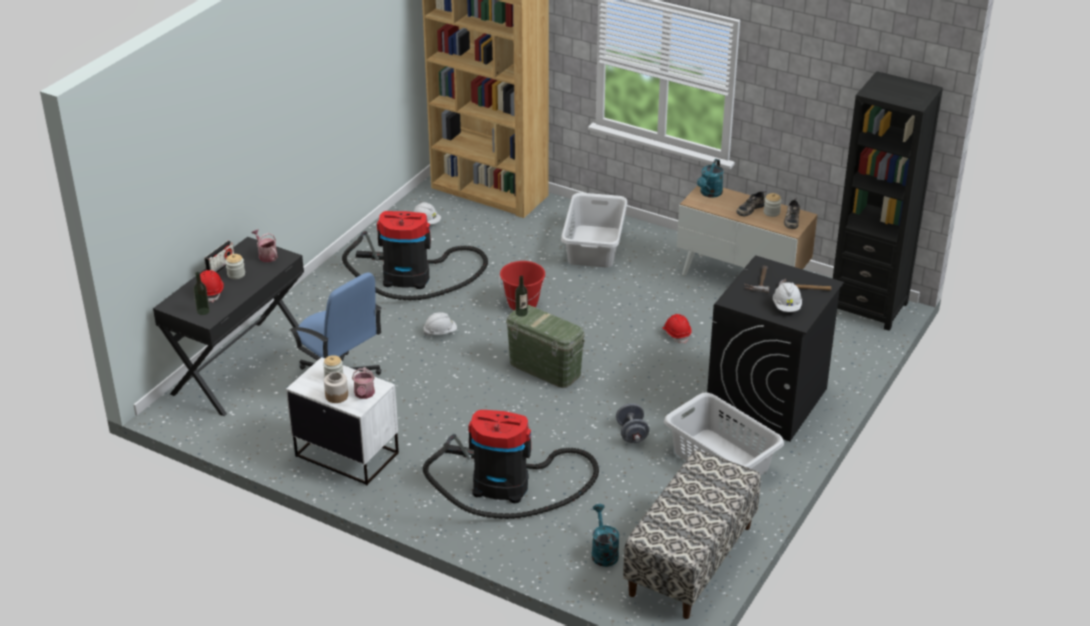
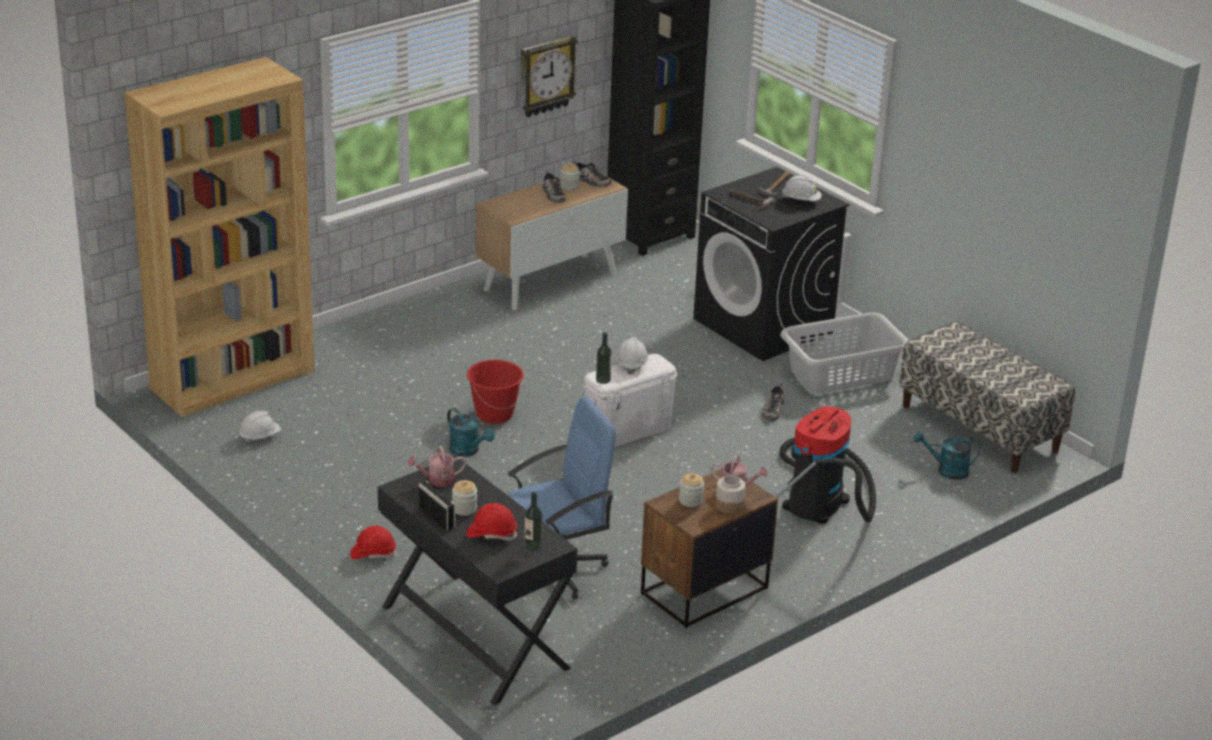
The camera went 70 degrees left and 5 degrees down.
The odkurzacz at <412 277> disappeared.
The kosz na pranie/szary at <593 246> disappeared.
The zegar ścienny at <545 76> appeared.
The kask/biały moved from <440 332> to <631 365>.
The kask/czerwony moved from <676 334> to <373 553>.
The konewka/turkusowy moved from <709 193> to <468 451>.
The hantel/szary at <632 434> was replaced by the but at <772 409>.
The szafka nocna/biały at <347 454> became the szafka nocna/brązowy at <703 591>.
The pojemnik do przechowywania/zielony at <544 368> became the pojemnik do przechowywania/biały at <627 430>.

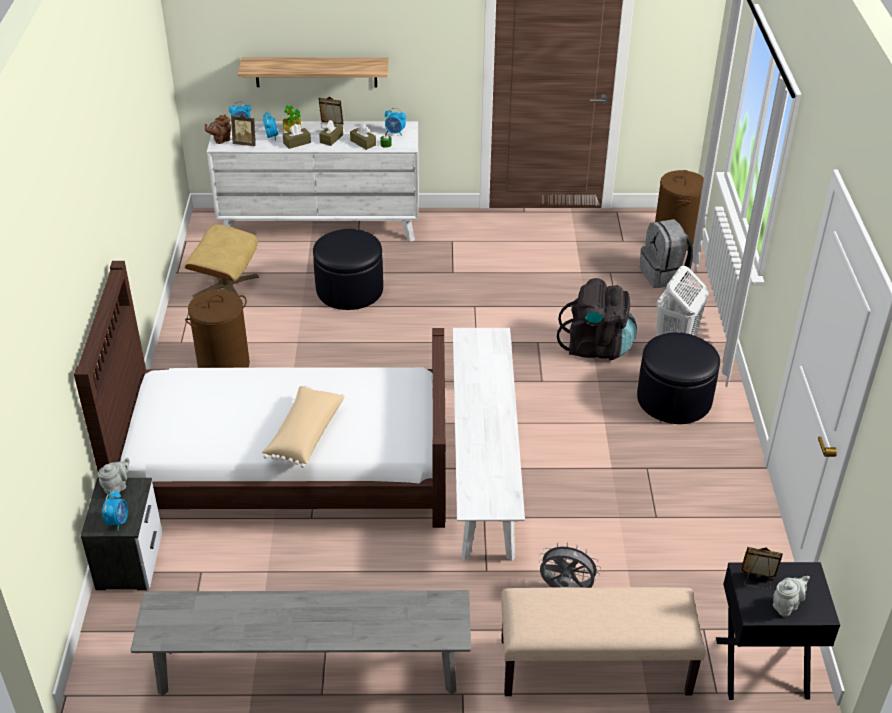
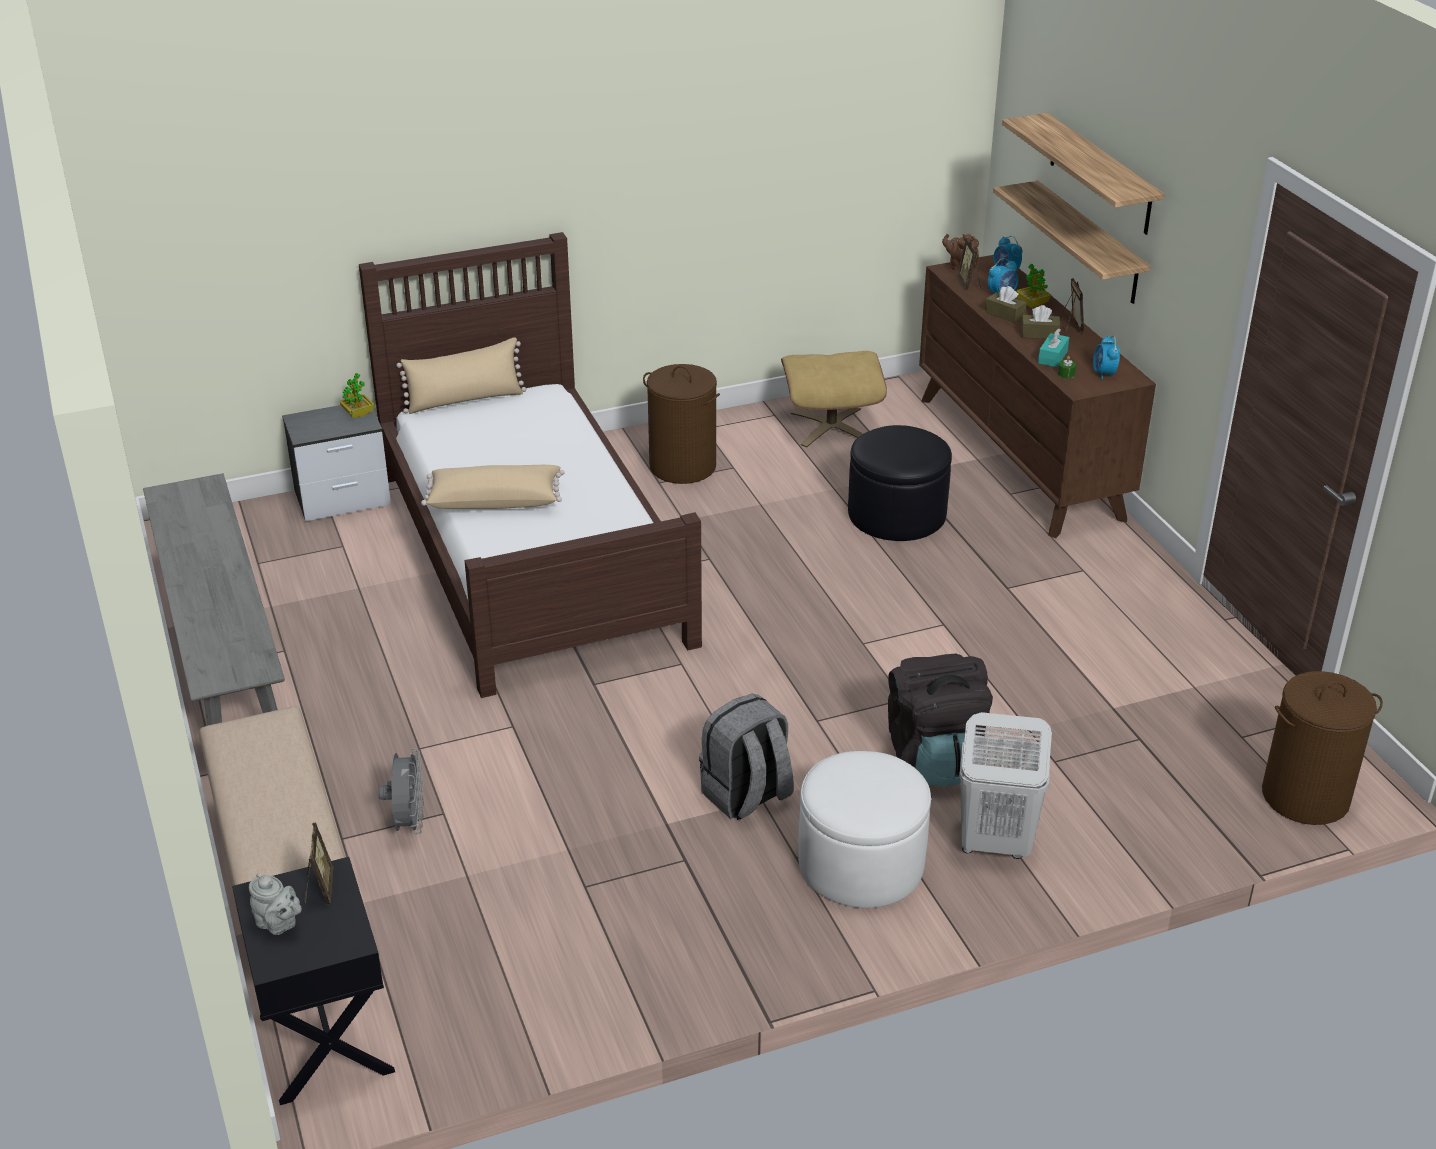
The camera went 70 degrees right and 5 degrees down.
The budzik at <117 521> disappeared.
The ławka/biały at <483 465> disappeared.
The poduszka/beżowy at <465 400> appeared.
The półka at <1100 174> appeared.
The plecak/szary moved from <664 275> to <746 796>.
The imbryk/szary at <117 487> was replaced by the roślina doniczkowa at <358 414>.
The komoda/biały at <321 225> became the komoda/brązowy at <1020 457>.
The pudełko chusteczek/brązowy at <363 143> became the pudełko chusteczek/turkusowy at <1052 357>.
The pufa/czarny at <674 399> became the pufa/biały at <860 864>.

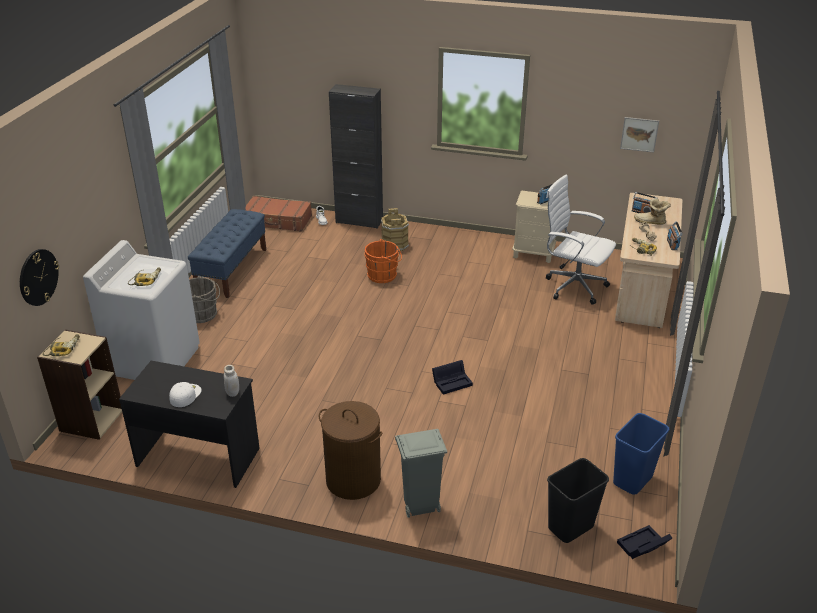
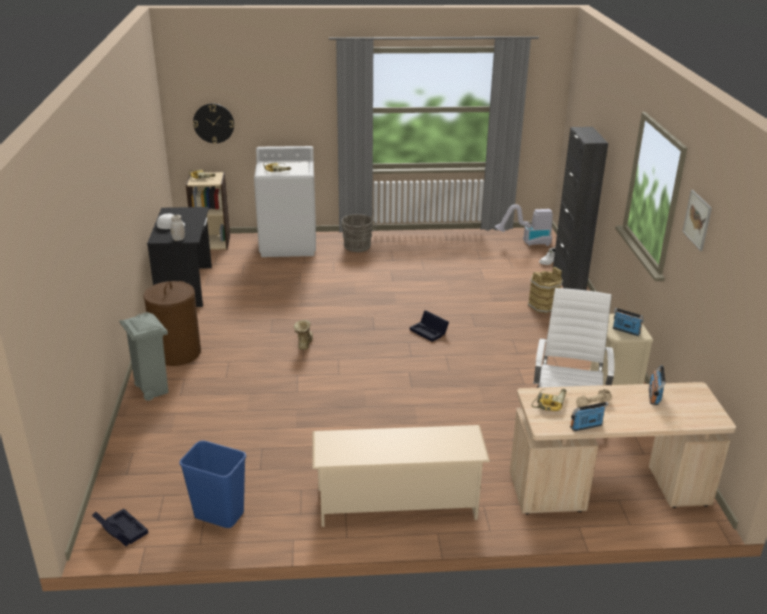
The camera went 70 degrees right and 5 degrees down.
The ławka/niebieski at <232 270> disappeared.
The wiadro/pomarańczowy at <384 275> disappeared.
The kosz na śmieci/czarny at <571 528> disappeared.
The regał na buty/beżowy at <397 504> appeared.
The pojemnik do przechowywania/czarny moved from <452 382> to <430 332>.
The obraz moved from <639 134> to <697 220>.
The but z cholewką moved from <650 222> to <304 343>.
The walizka/brązowy at <277 221> was replaced by the odkurzacz at <527 243>.

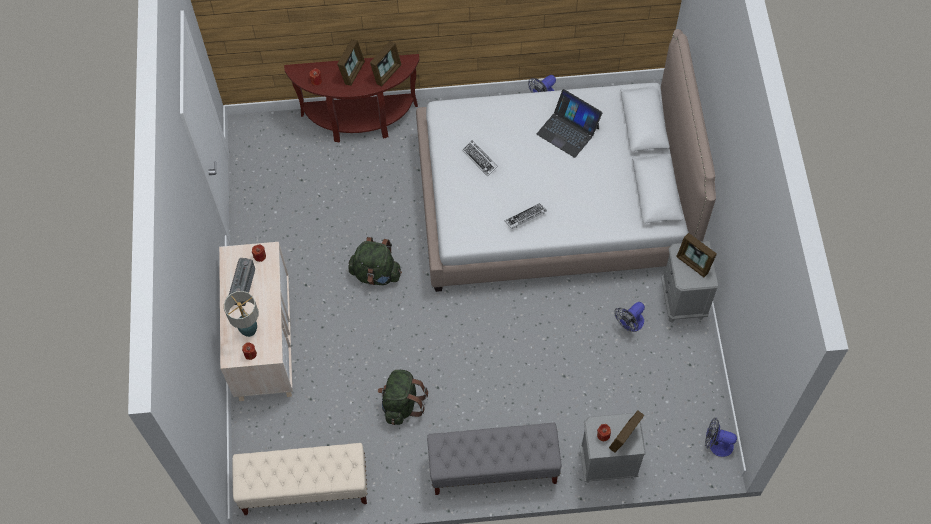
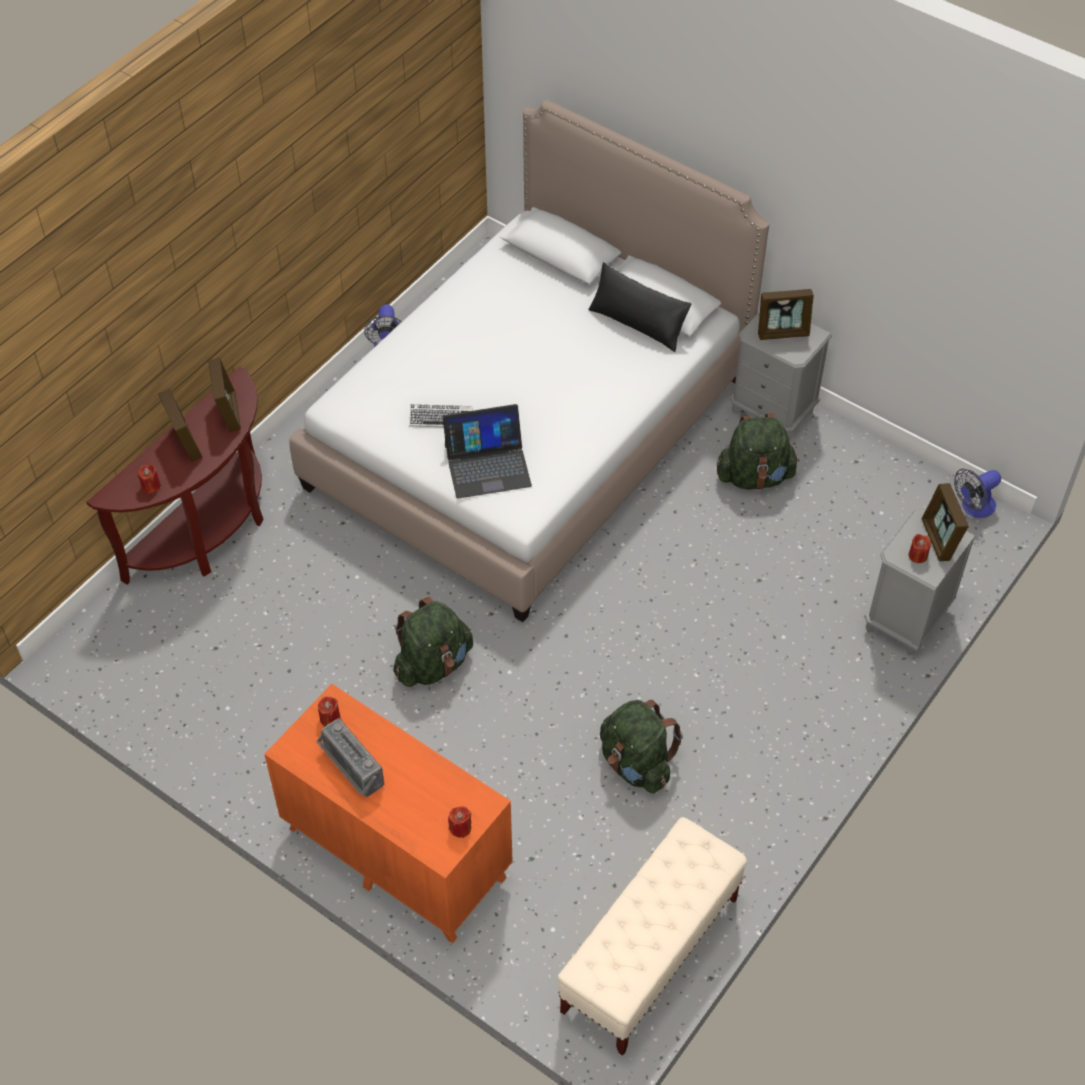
The camera went 50 degrees left and 10 degrees down.
The lampa stołowa at <249 330> disappeared.
The ławka/szary at <493 468> disappeared.
The klawiatura at <525 217> disappeared.
The poduszka/czarny at <638 323> appeared.
The laptop moved from <568 130> to <487 465>.
The wentylator at <629 324> was replaced by the plecak/zielony at <755 476>.
The komoda/beżowy at <264 341> became the komoda/pomarańczowy at <396 852>.

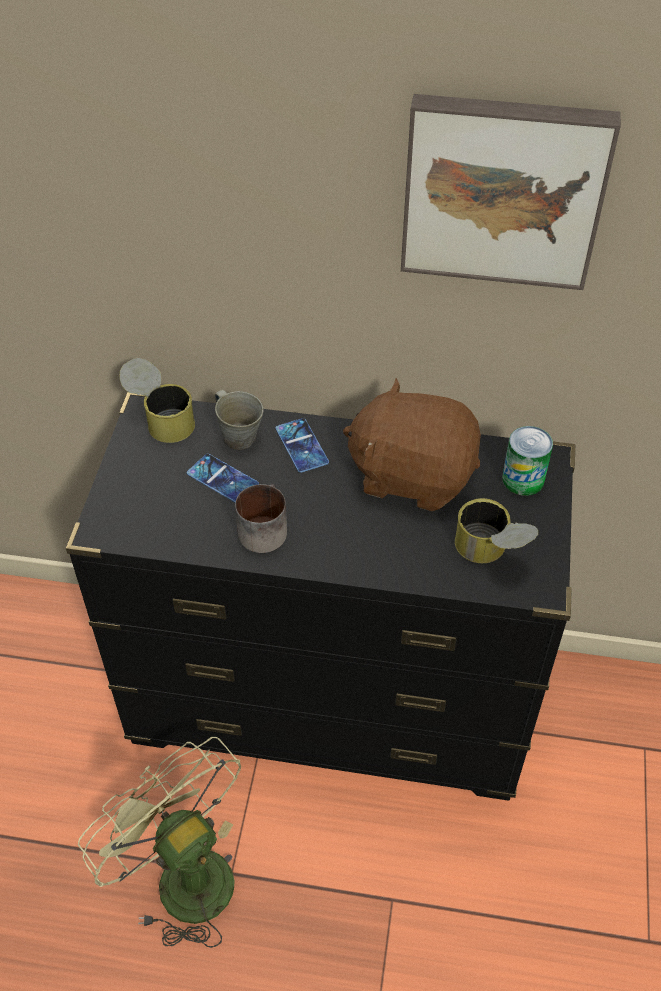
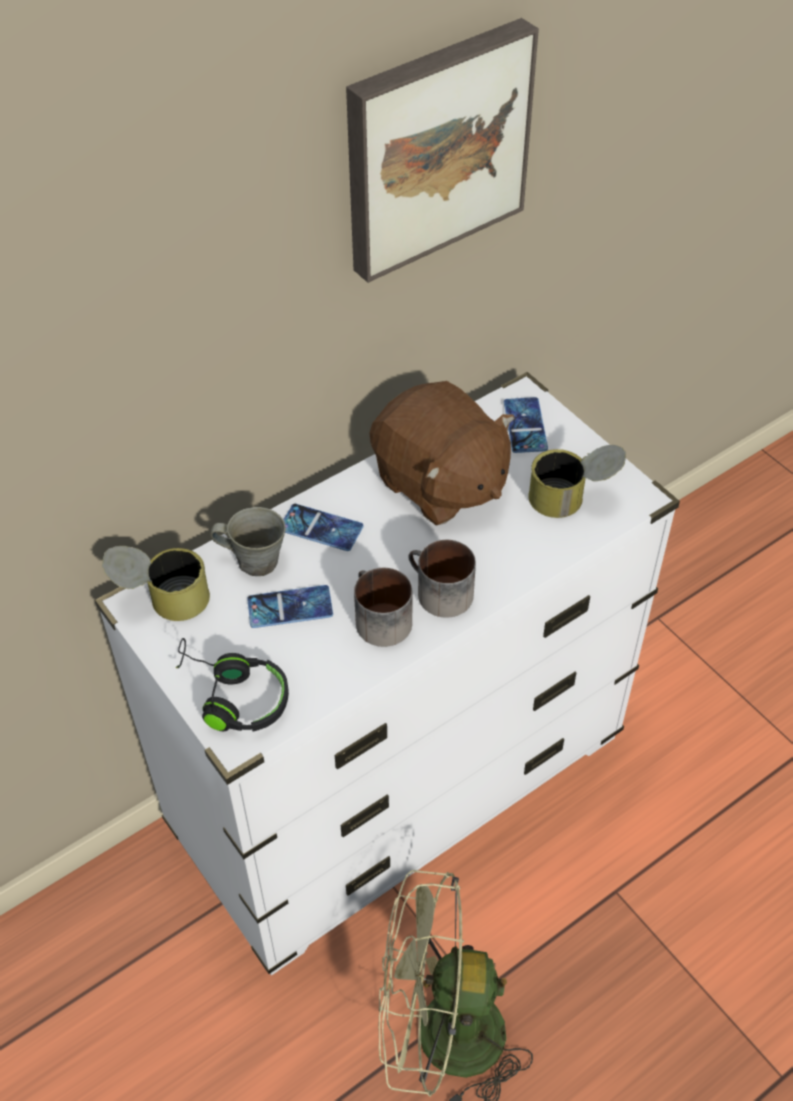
The camera went 45 degrees left and 0 degrees up.
The słuchawki/czarny at <232 696> appeared.
The kubek at <437 593> appeared.
The puszka at <523 479> was replaced by the telefon at <525 425>.
The komoda/czarny at <331 700> became the komoda/biały at <399 784>.
The pluszak/brązowy at <412 474> turned 105 degrees counterclockwise.

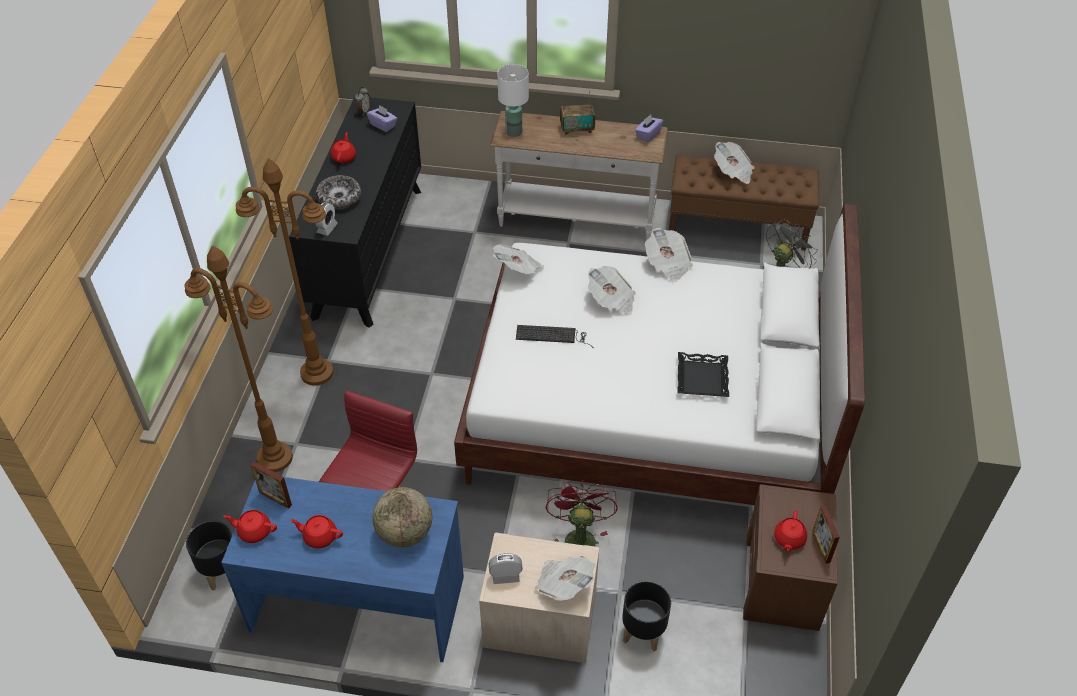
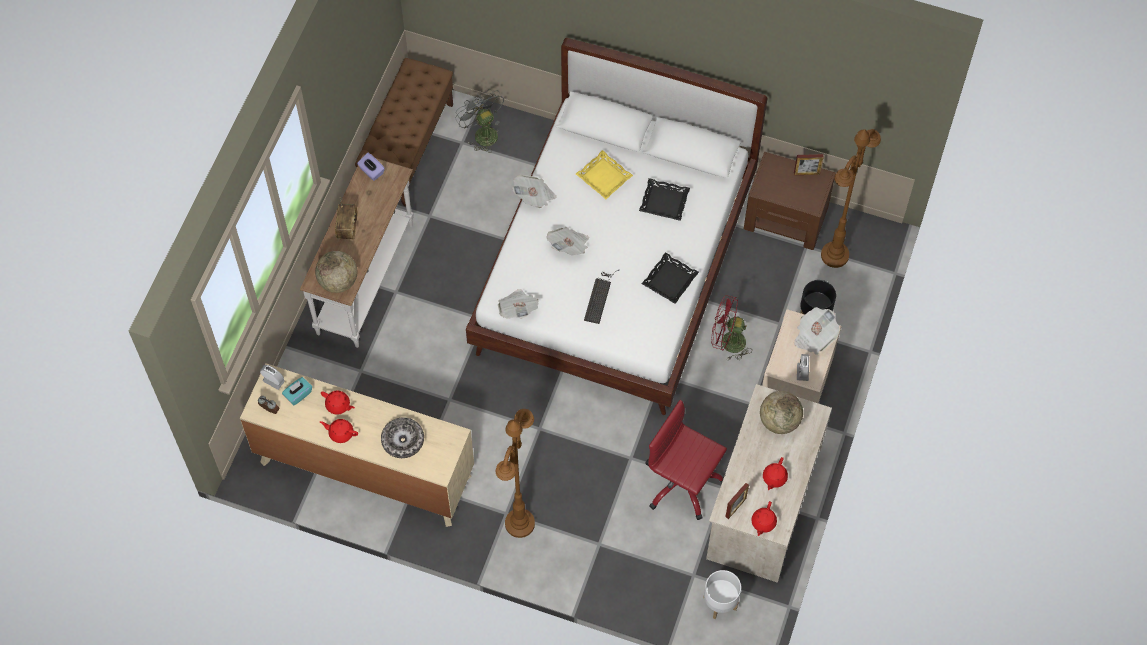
The camera went 80 degrees left and 15 degrees up.
The gazeta at <733 172> disappeared.
The taca/żółty at <603 177> appeared.
The taca/czarny at <670 281> appeared.
The lampa stojąca/brązowy moved from <275 458> to <834 255>.
The budzik moved from <327 228> to <273 381>.
The imbryk/czerwony moved from <789 539> to <338 405>.
The lampa stołowa/biały at <513 132> was replaced by the globus at <338 281>.
The donica/czarny at <221 572> became the donica/biały at <720 603>.
The biurko/niebieski at <359 602> became the biurko/beżowy at <762 503>.
The komoda/czarny at <368 250> became the komoda/beżowy at <364 469>.
The pudełko chusteczek/fioletowy at <383 125> became the pudełko chusteczek/turkusowy at <298 394>.

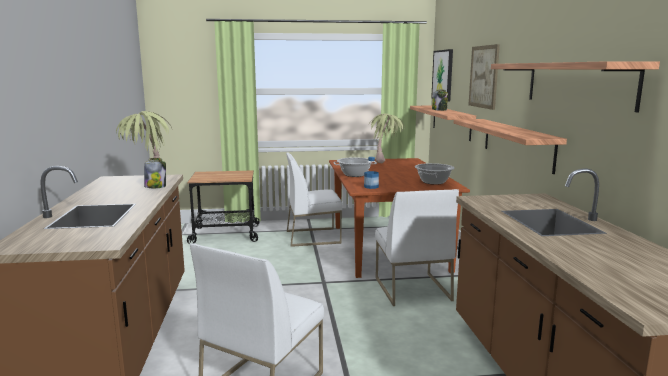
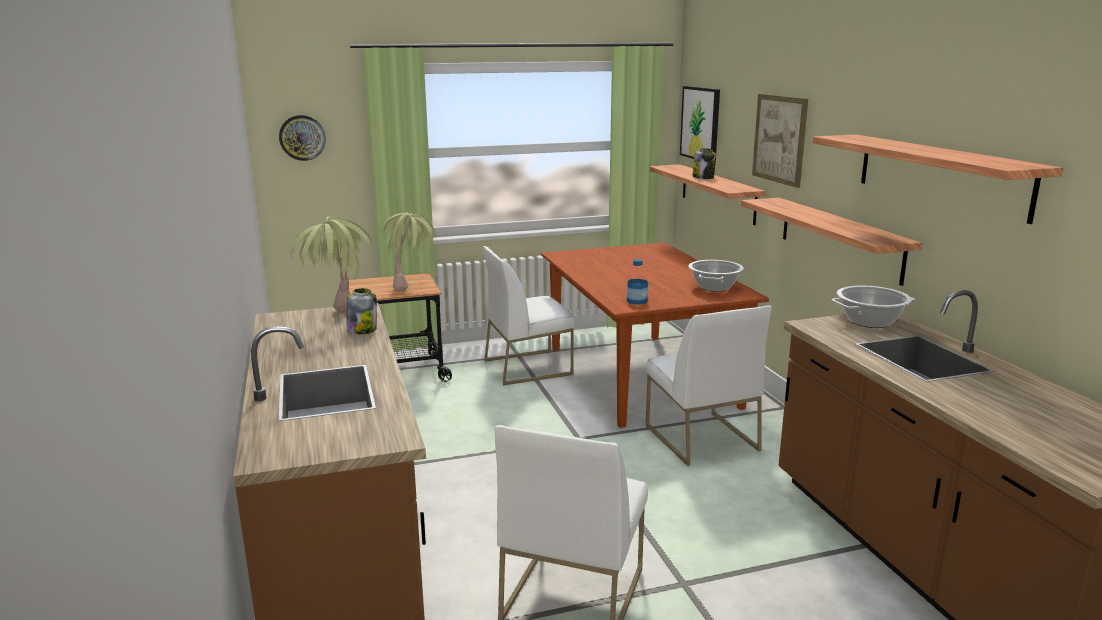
The camera went 10 degrees left and 5 degrees up.
The zegar ścienny at <302 137> appeared.
The garnek moved from <354 175> to <870 322>.
The roślina doniczkowa moved from <386 161> to <412 286>.

